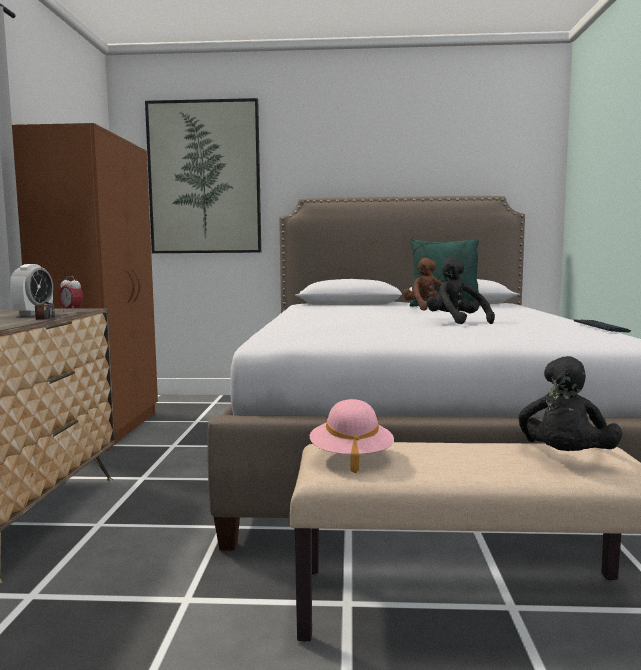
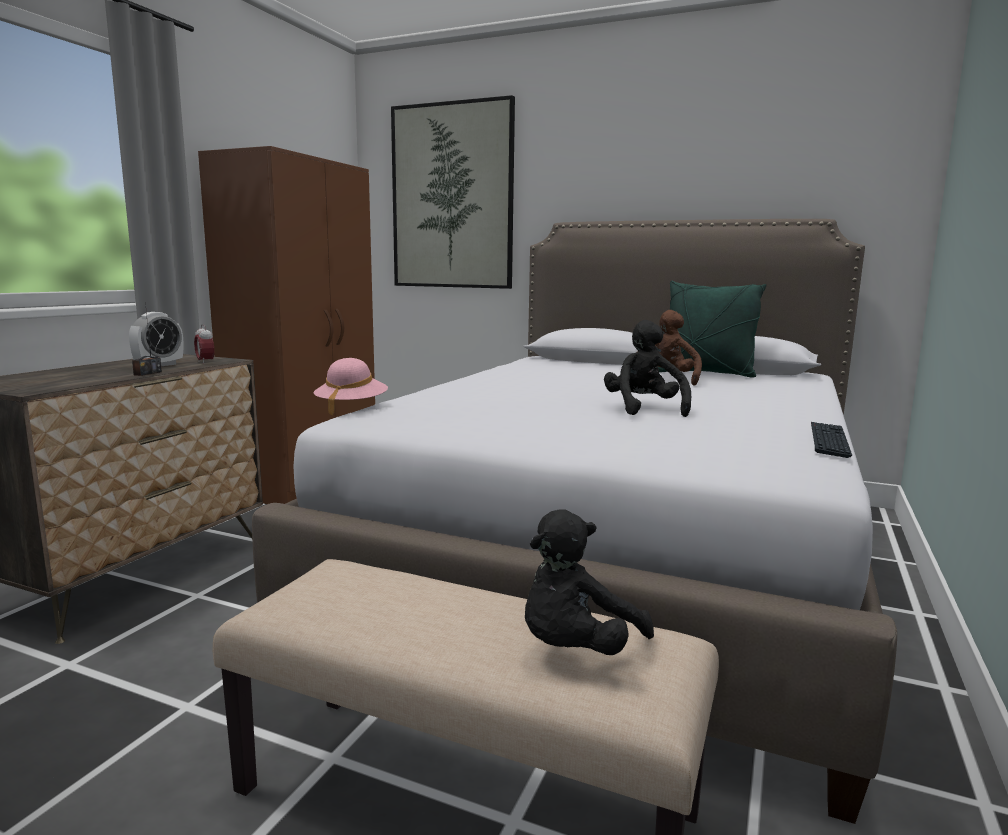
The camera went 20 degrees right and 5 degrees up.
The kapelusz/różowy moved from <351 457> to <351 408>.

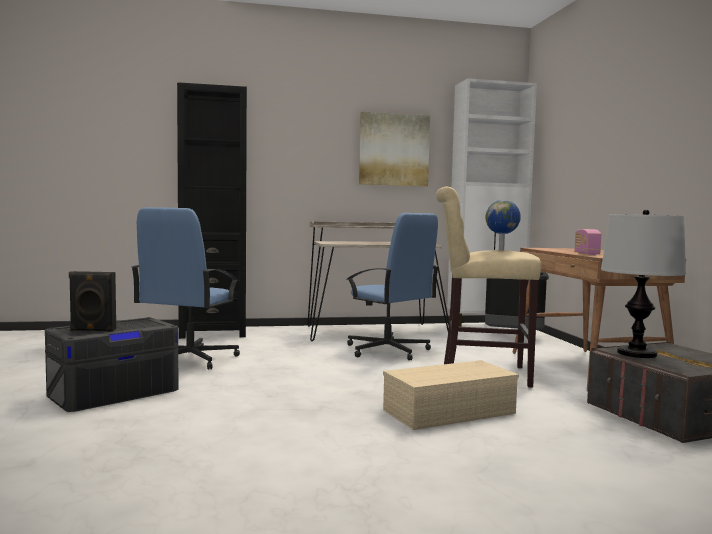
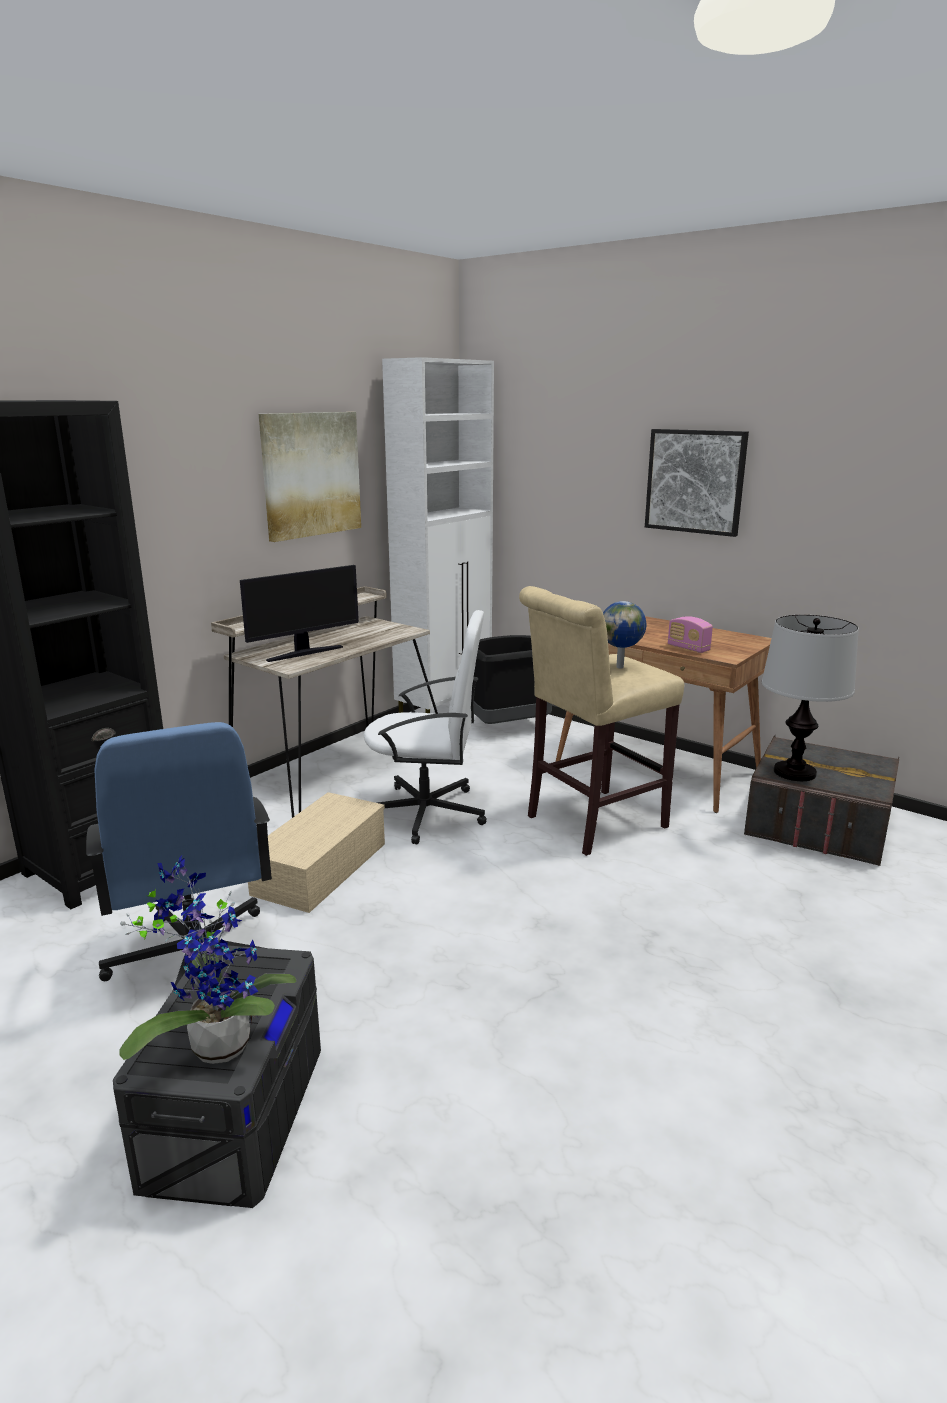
The camera went 40 degrees left and 15 degrees up.
The monitor at <304 653> appeared.
The obraz at <695 481> appeared.
The pojemnik do przechowywania/beżowy moved from <450 411> to <320 867>.
The głośnik/czarny at <92 330> was replaced by the roślina doniczkowa at <216 1042>.
The krzesło biurowe/niebieski at <388 351> became the krzesło biurowe/biały at <427 813>.

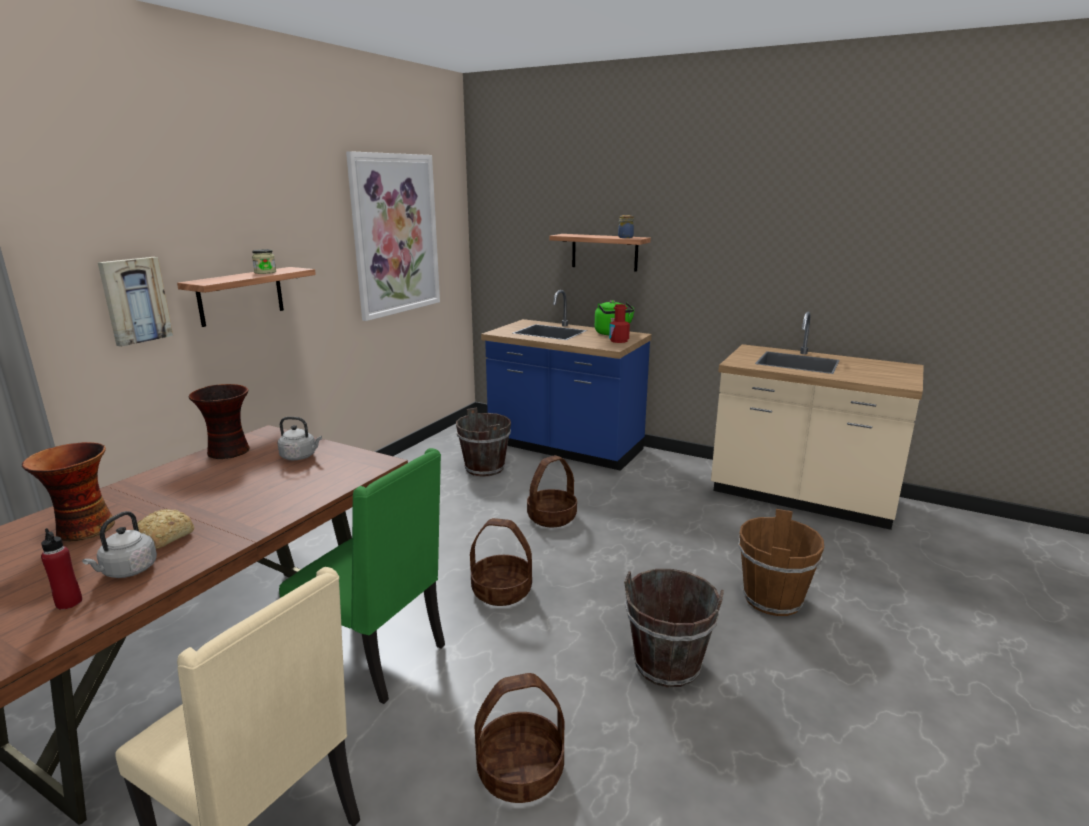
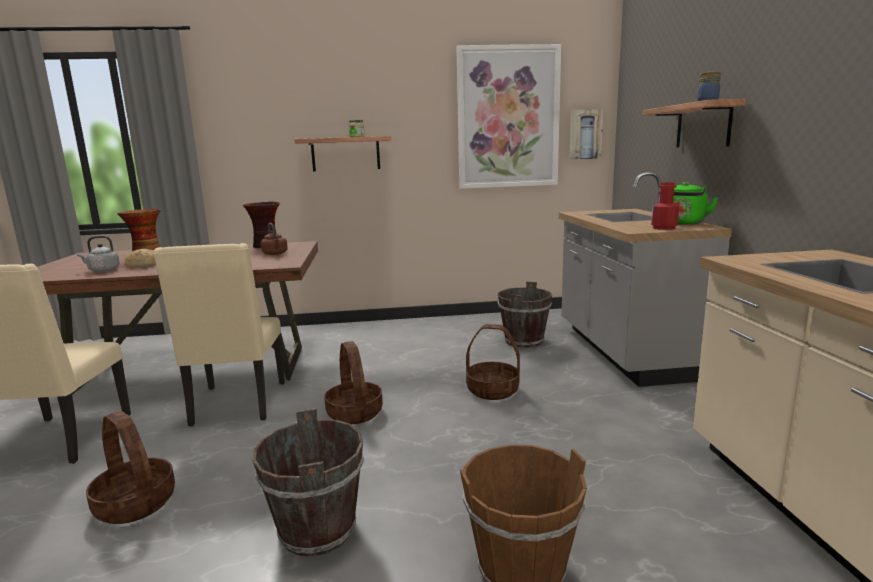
The camera went 55 degrees right and 5 degrees down.
The butelka/czerwony at <69 602> disappeared.
The obraz moved from <135 300> to <585 134>.
The czajnik/szary at <300 456> became the czajnik/brązowy at <275 254>.
The krzesło/zielony at <376 656> became the krzesło/beżowy at <237 404>.
The zabudowa kuchenna/niebieski at <565 448> became the zabudowa kuchenna/szary at <624 351>.

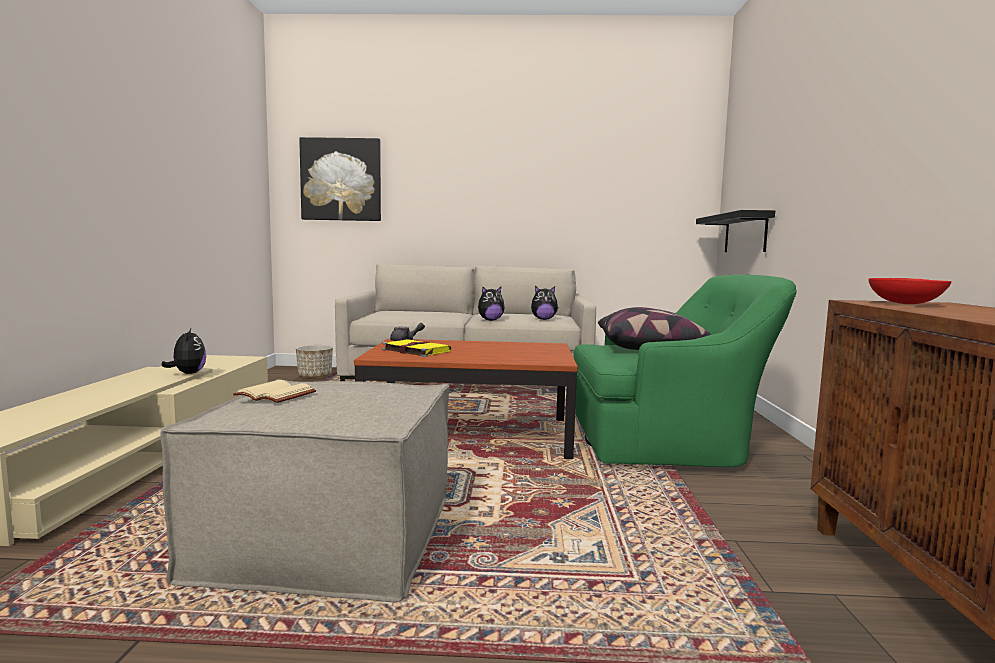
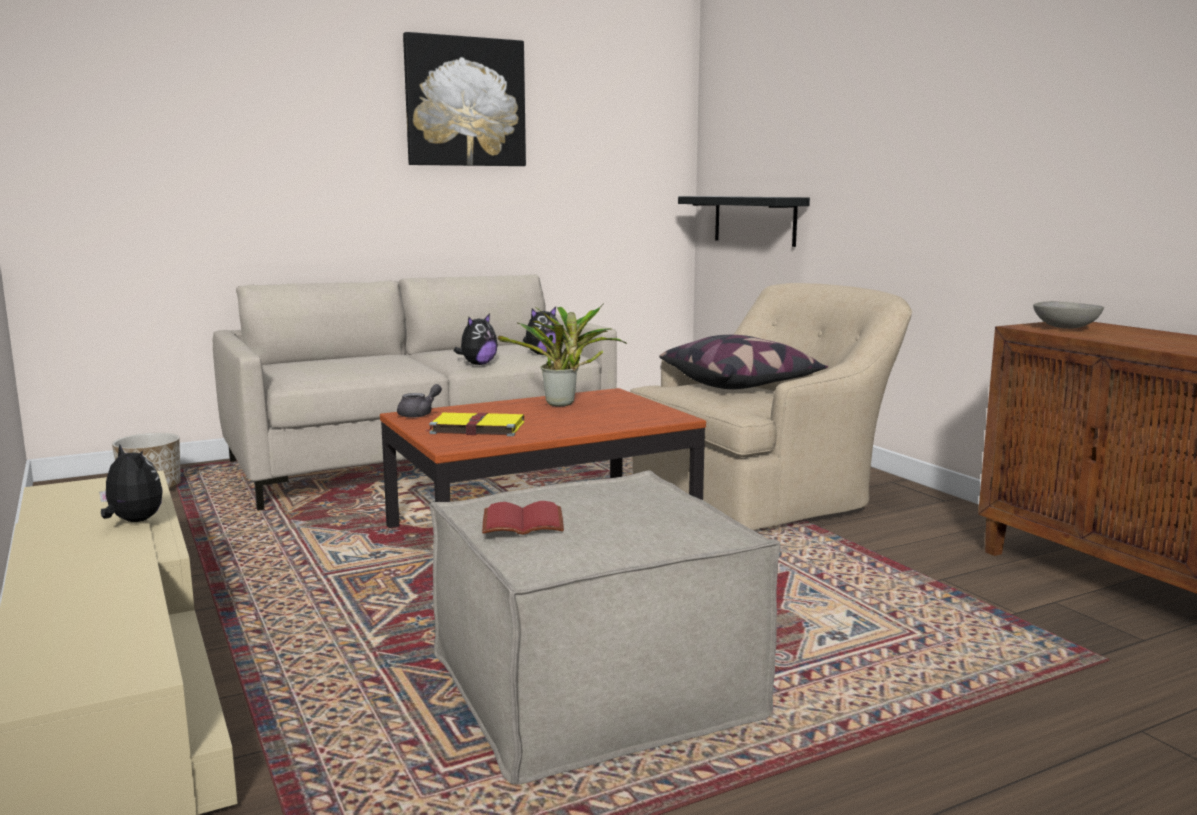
The camera went 30 degrees left and 5 degrees up.
The roślina doniczkowa at <563 404> appeared.
The obraz moved from <341 180> to <465 102>.
The książka/beżowy at <277 395> became the książka/czerwony at <524 522>.
The fotel/zielony at <669 443> became the fotel/beżowy at <765 495>.
The miska/czerwony at <904 304> became the miska/szary at <1064 328>.

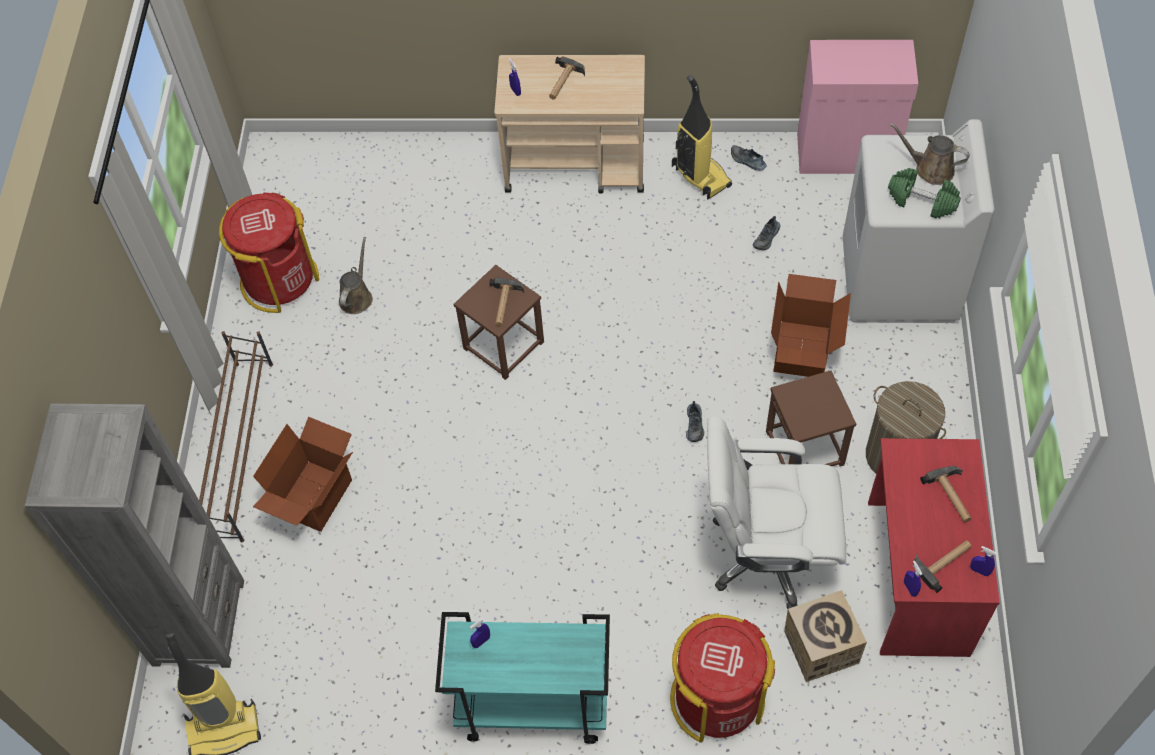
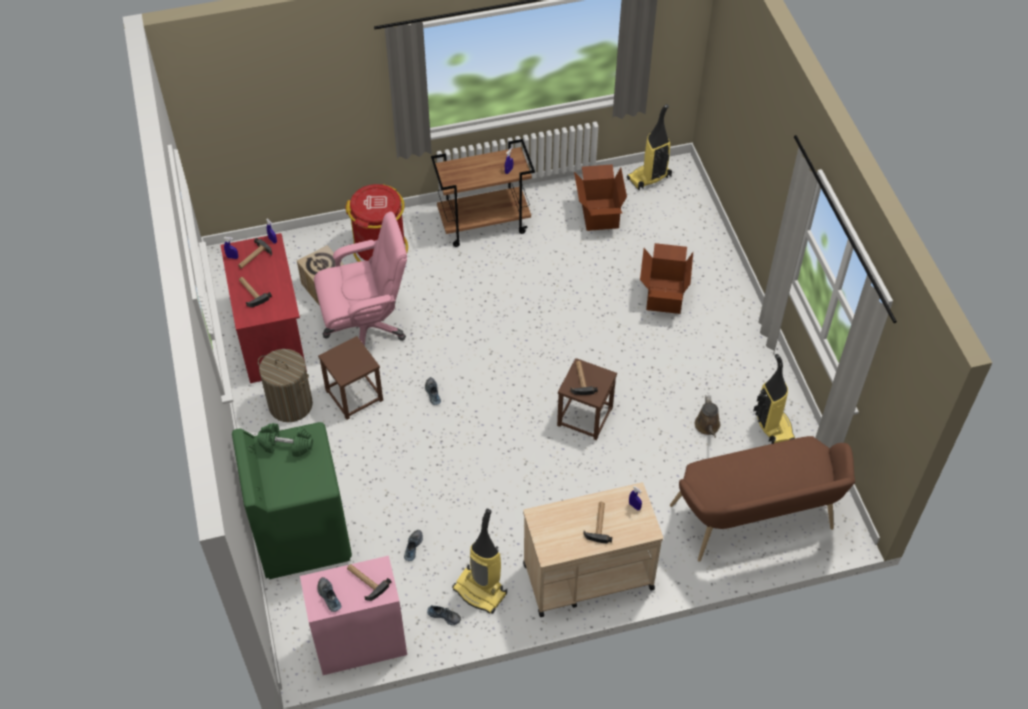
The camera went 160 degrees right and 5 degrees down.
The regał/szary at <198 622> disappeared.
The regał na buty/brązowy at <240 448> disappeared.
The konewka/brązowy at <930 169> disappeared.
The but at <328 597> appeared.
The młotek at <365 581> appeared.
The ławka/brązowy at <756 522> appeared.
The karton moved from <802 350> to <599 214>.
The kosz na śmieci/czerwony at <279 280> was replaced by the odkurzacz at <772 426>.
The wózek/turkusowy at <531 706> became the wózek/brązowy at <484 223>.
The krzesło biurowe/biały at <767 554> became the krzesło biurowe/różowy at <366 327>.
The pralka/biały at <899 281> became the pralka/zielony at <302 534>.

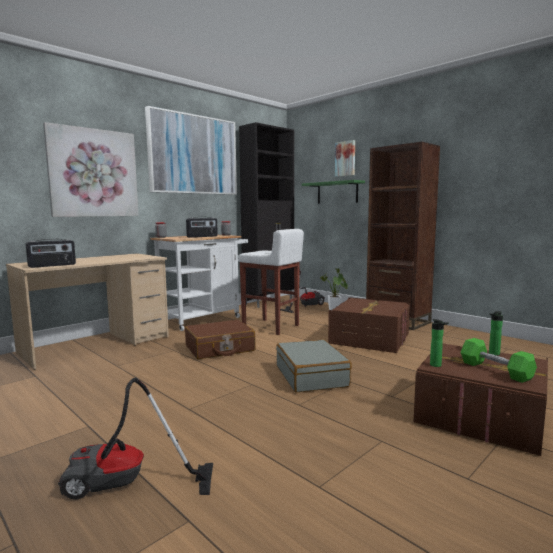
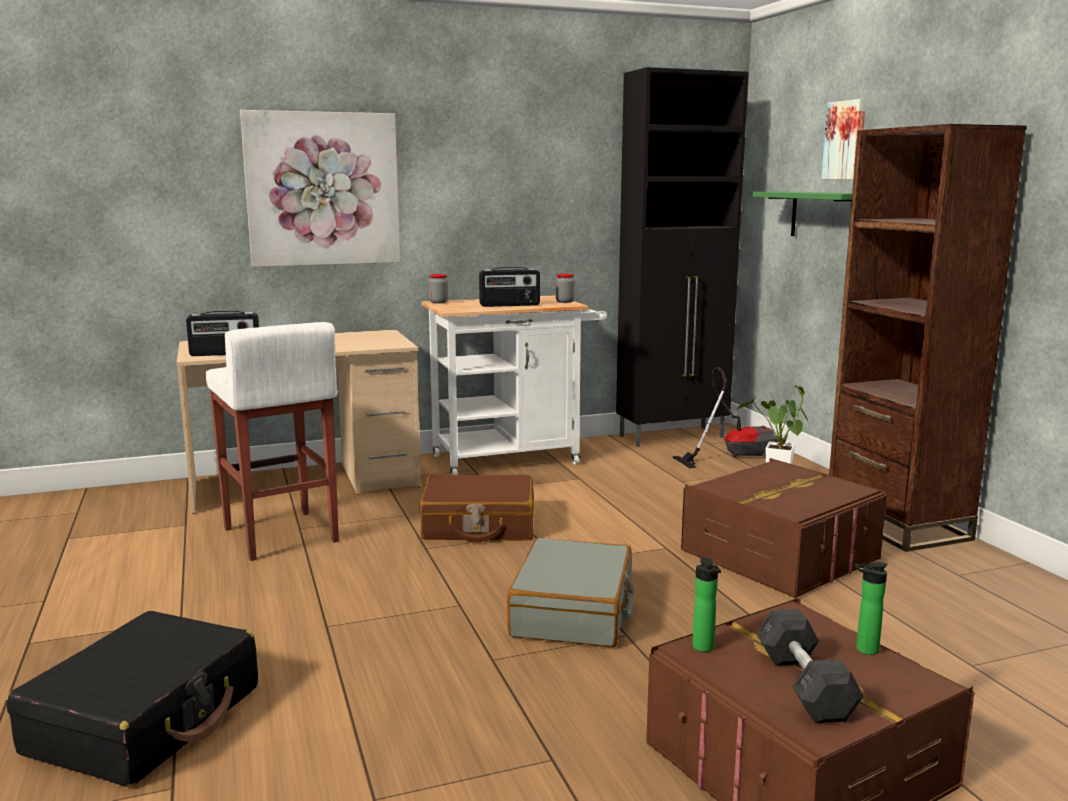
The camera went 25 degrees right and 5 degrees up.
The obraz at <193 155> disappeared.
The stołek/biały moved from <271 327> to <279 536>.
The odkurzacz at <125 487> was replaced by the walizka/czarny at <146 719>.
The hantel/zielony at <495 370> became the hantel/szary at <804 686>.

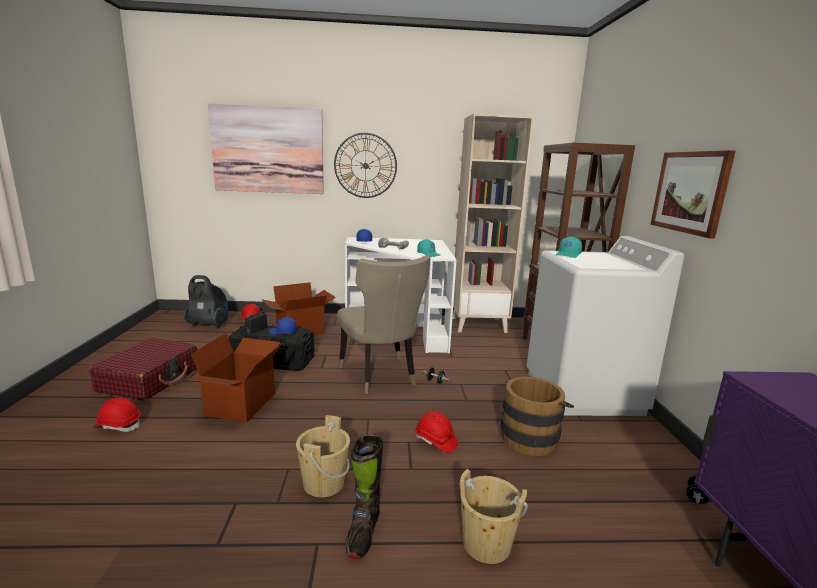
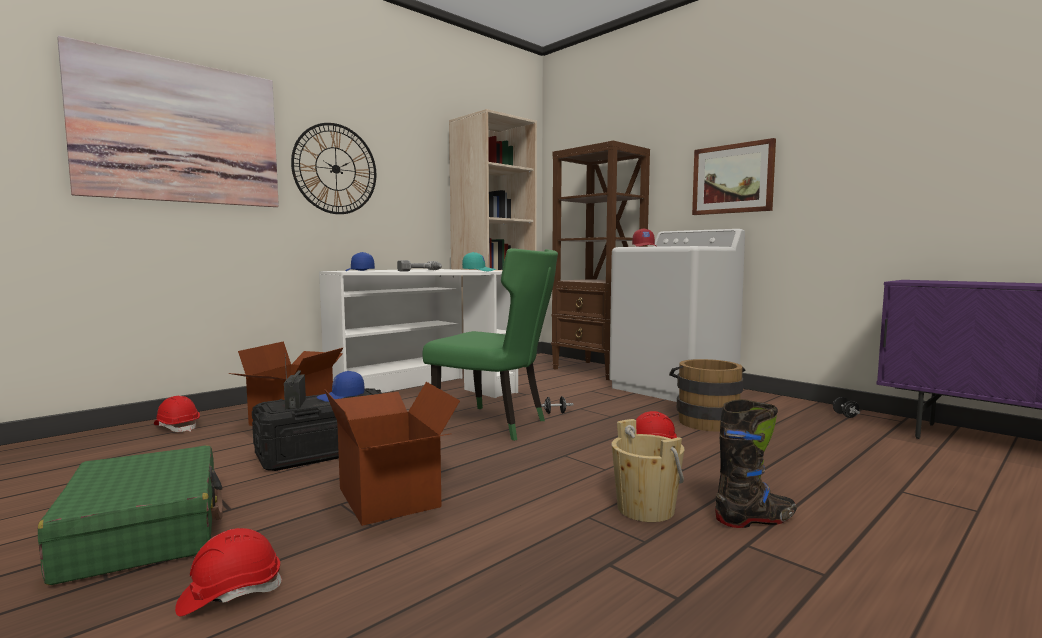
The camera went 40 degrees left and 10 degrees down.
The odkurzacz at <209 325> disappeared.
The wiadro/beżowy at <486 543> disappeared.
The walizka/czerwony at <150 379> became the walizka/zielony at <145 532>.
The krzesło/beżowy at <380 376> became the krzesło/zielony at <495 425>.
The czapka z daszkiem/turkusowy at <568 255> became the czapka z daszkiem/czerwony at <645 246>.
The but z cholewką/czarny at <363 533> turned 75 degrees counterclockwise.

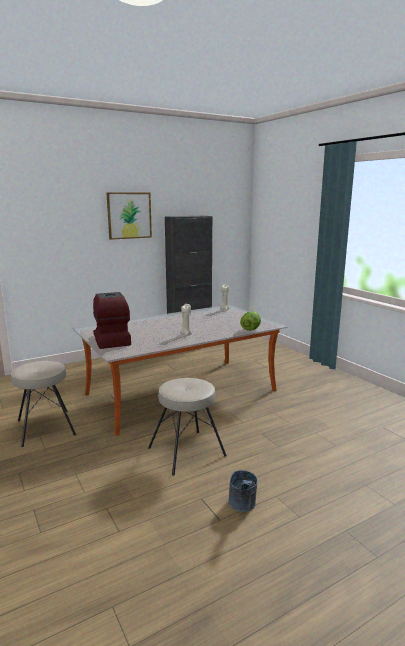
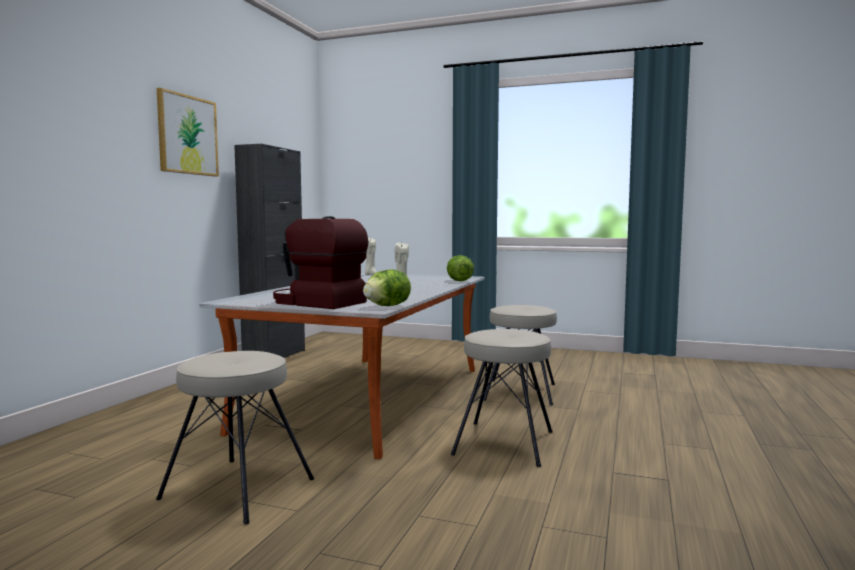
The camera went 40 degrees left and 10 degrees down.
The wiadro/szary at <243 506> disappeared.
The sałata at <387 306> appeared.
The stołek/beżowy at <521 392> appeared.

